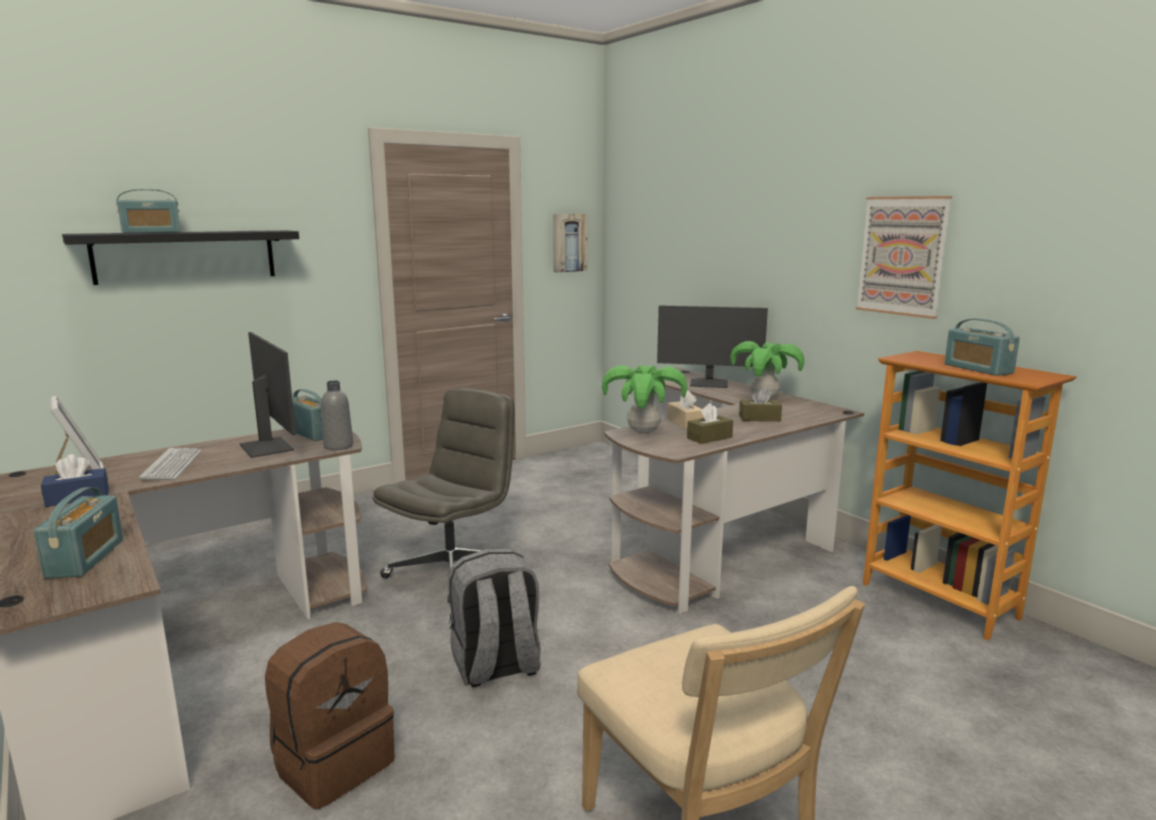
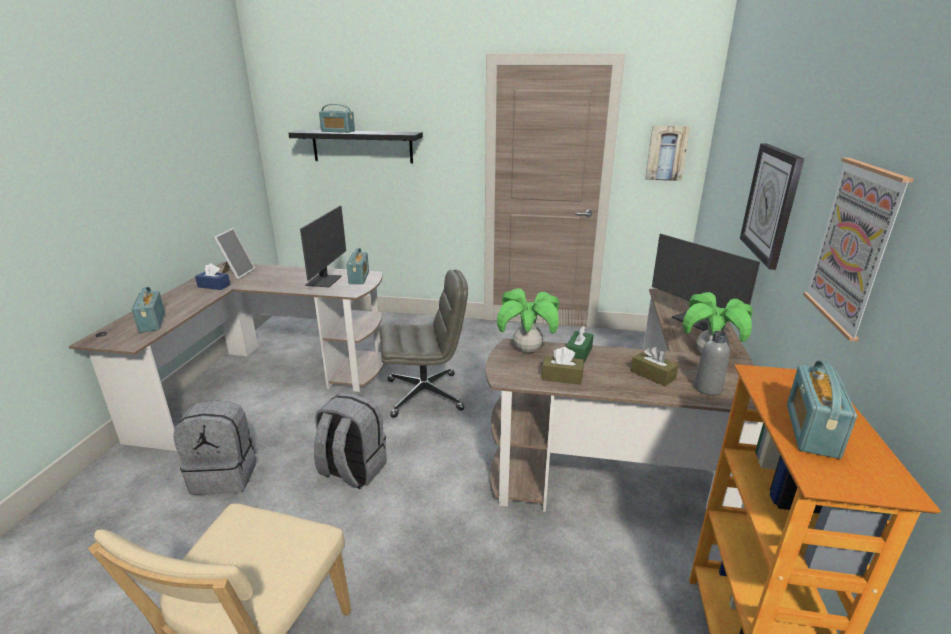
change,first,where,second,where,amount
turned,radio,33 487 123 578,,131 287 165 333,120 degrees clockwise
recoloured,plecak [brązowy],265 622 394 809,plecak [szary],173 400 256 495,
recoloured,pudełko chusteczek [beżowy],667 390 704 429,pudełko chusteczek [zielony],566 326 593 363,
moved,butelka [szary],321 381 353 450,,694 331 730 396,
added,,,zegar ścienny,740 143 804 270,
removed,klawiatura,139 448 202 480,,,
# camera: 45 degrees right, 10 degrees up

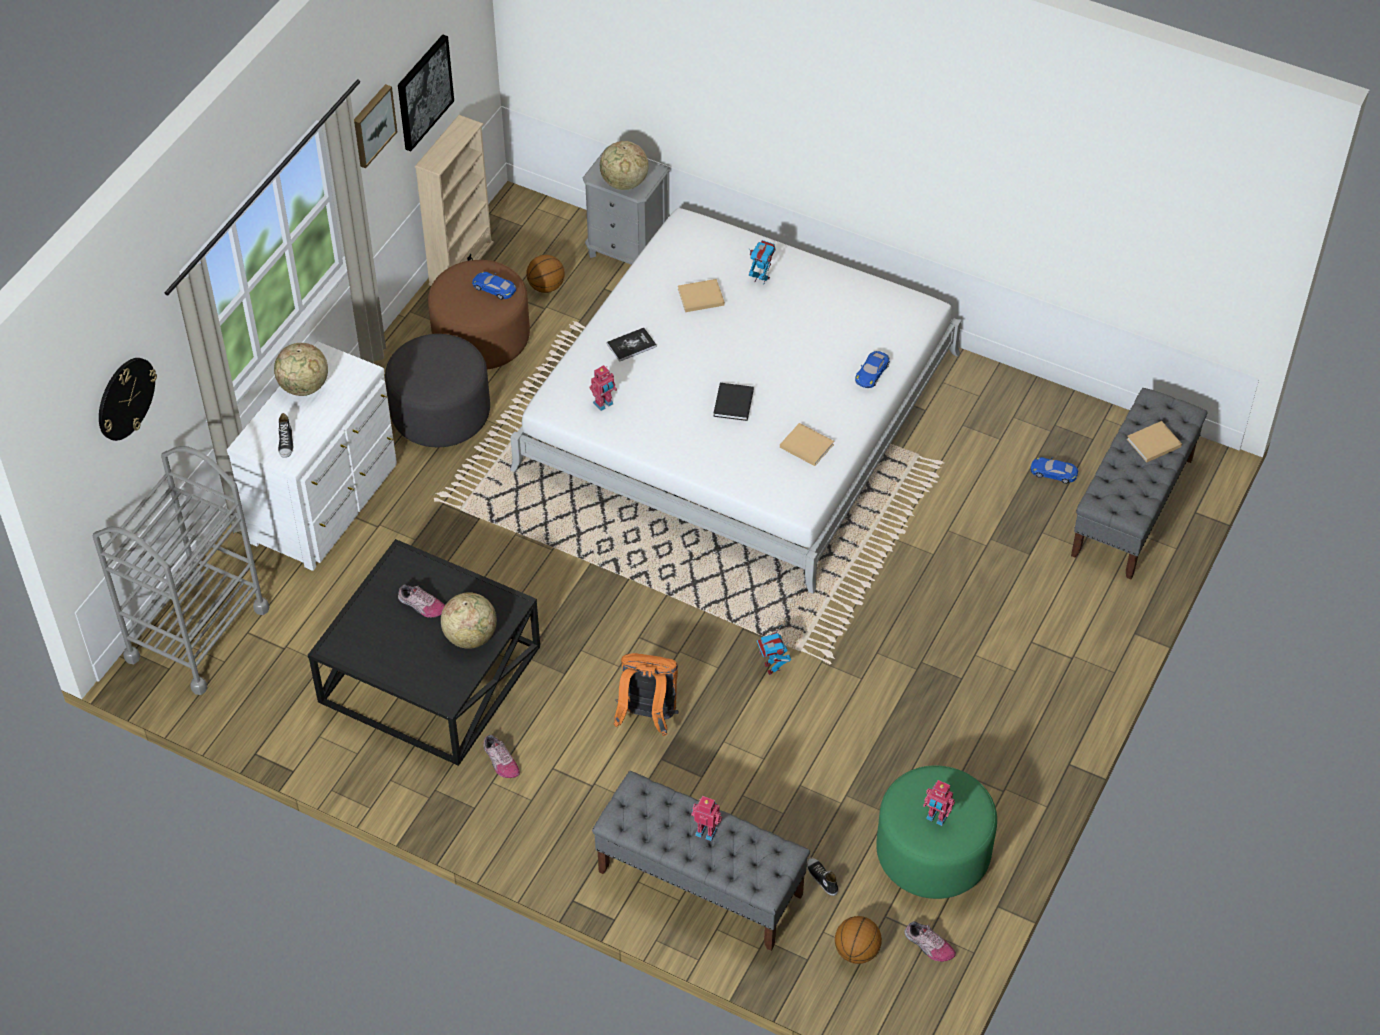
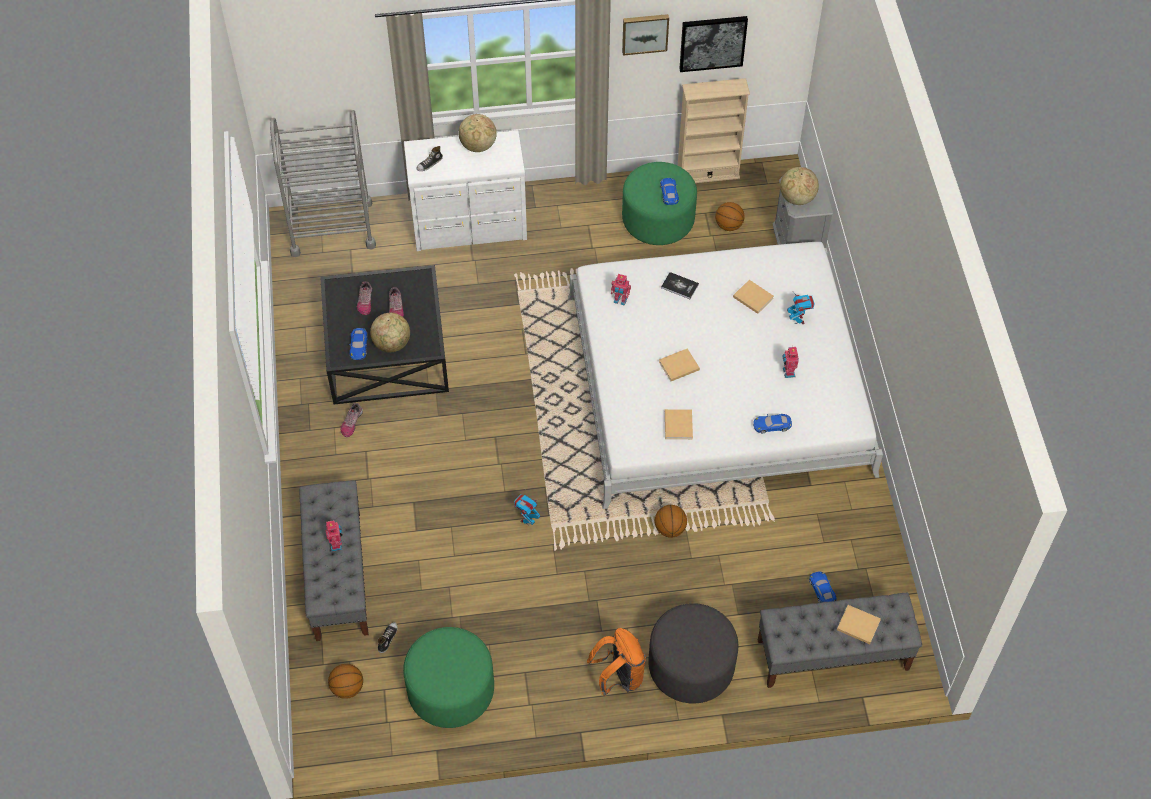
change,first,where,second,where,amount
added,,,samochodzik [niebieski],349 328 368 360,
moved,but,904 921 956 962,,357 281 372 315,
moved,plecak [pomarańczowy],614 653 679 736,,587 628 646 696,
recoloured,pufa [brązowy],428 260 530 370,pufa [zielony],622 162 697 245,
moved,pufa [szary],385 334 490 447,,648 603 738 703,
added,,,piłka do koszykówki,655 505 687 538,
recoloured,książka [czarny],713 383 754 421,książka [beżowy],659 348 700 381,
moved,robot zabawkowy,923 780 955 826,,782 347 799 378,
removed,zegar ścienny,99 358 157 441,,,
# camera: 55 degrees right, 5 degrees up

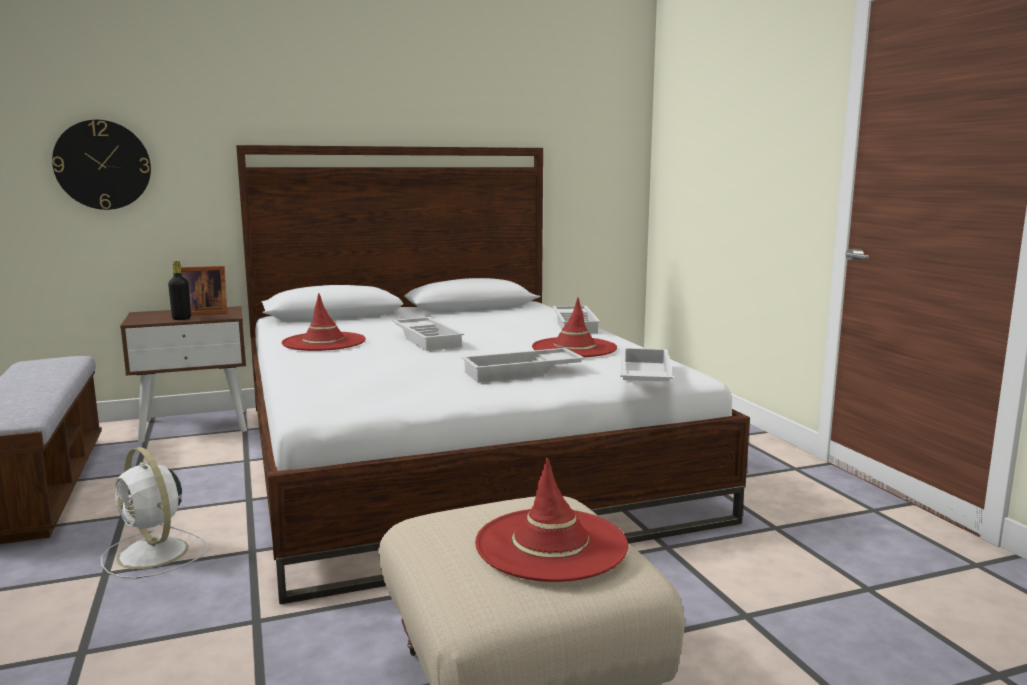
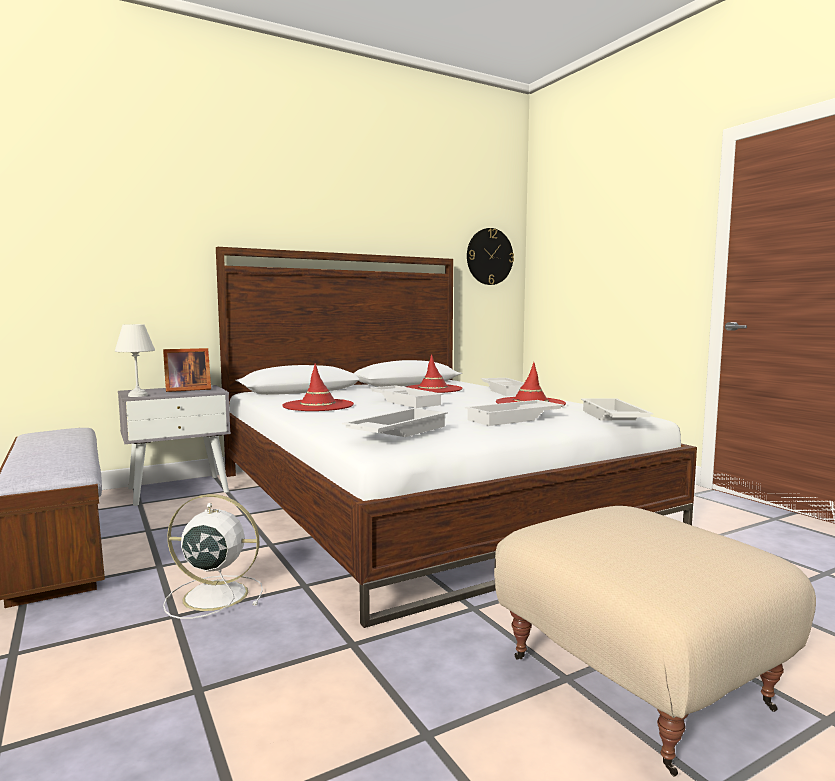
change,first,where,second,where,amount
added,,,lampa stołowa [biały],115 324 155 397,
recoloured,szafka nocna [brązowy],120 306 247 442,szafka nocna [szary],118 385 231 506,
turned,wentylator [biały],101 447 208 579,,163 494 263 619,150 degrees clockwise
added,,,taca [biały],342 408 448 437,
moved,kapelusz [czerwony],475 457 628 582,,406 354 462 393,
moved,zegar ścienny,52 120 151 210,,467 228 514 285,
removed,butelka [czarny],168 261 191 320,,,
# camera: 10 degrees left, 5 degrees down

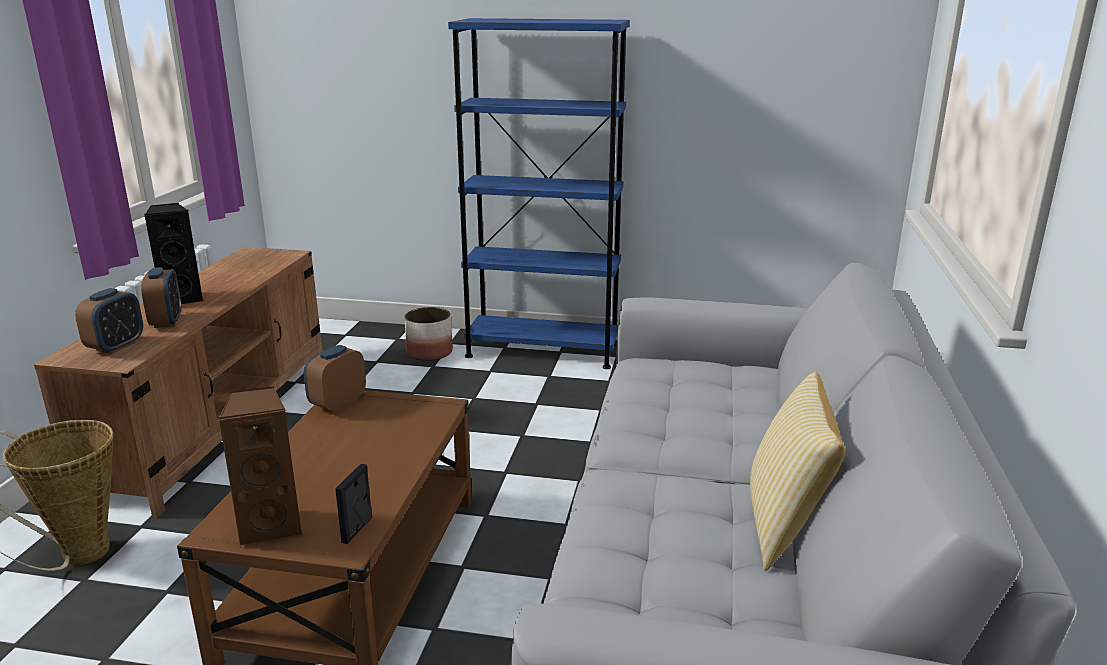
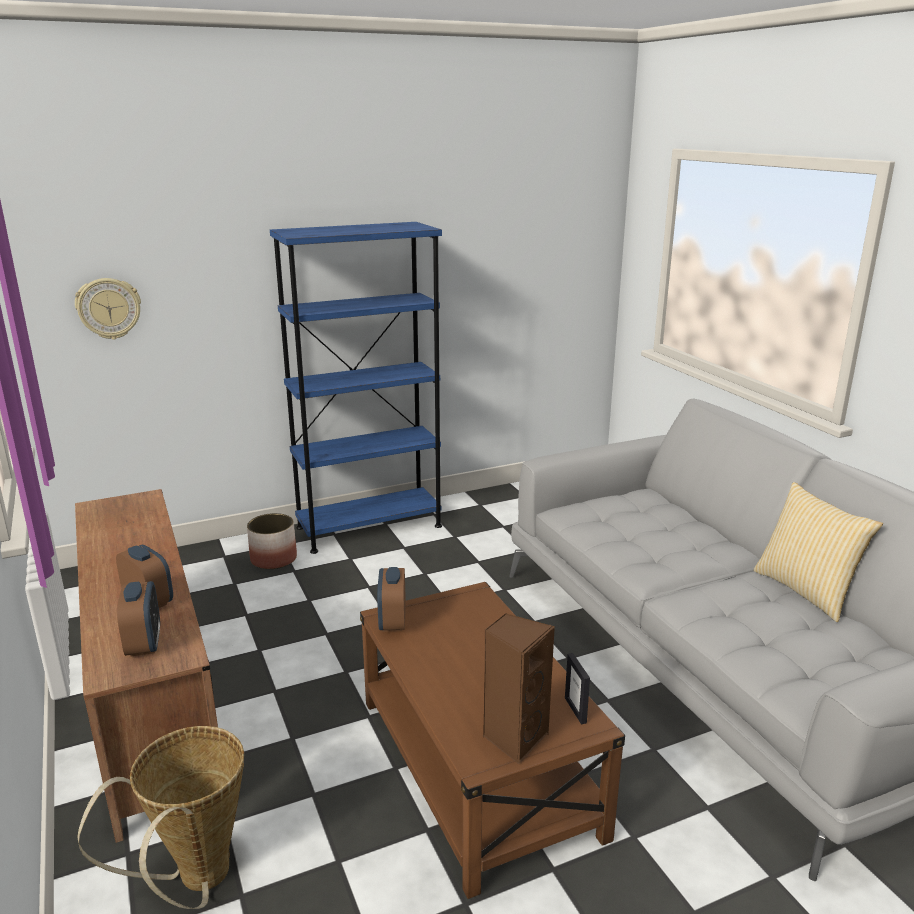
change,first,where,second,where,amount
added,,,zegar ścienny,75 278 141 340,
removed,głośnik [czarny],144 203 203 304,,,
# camera: 35 degrees left, 0 degrees up

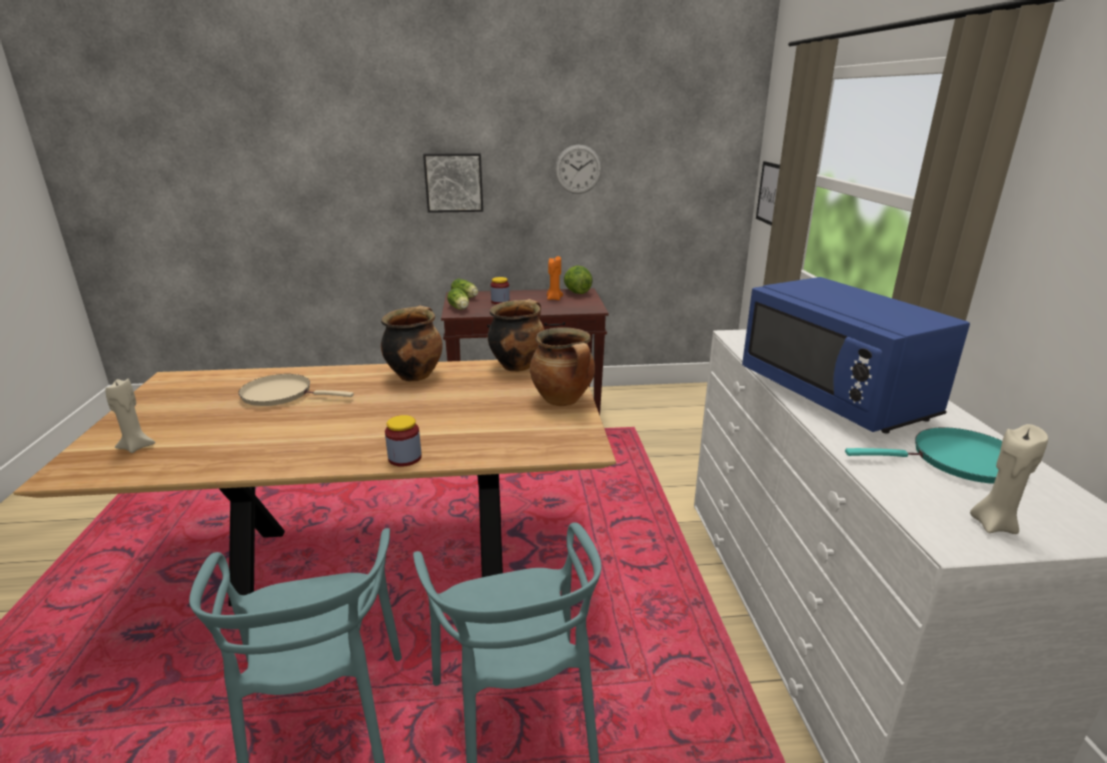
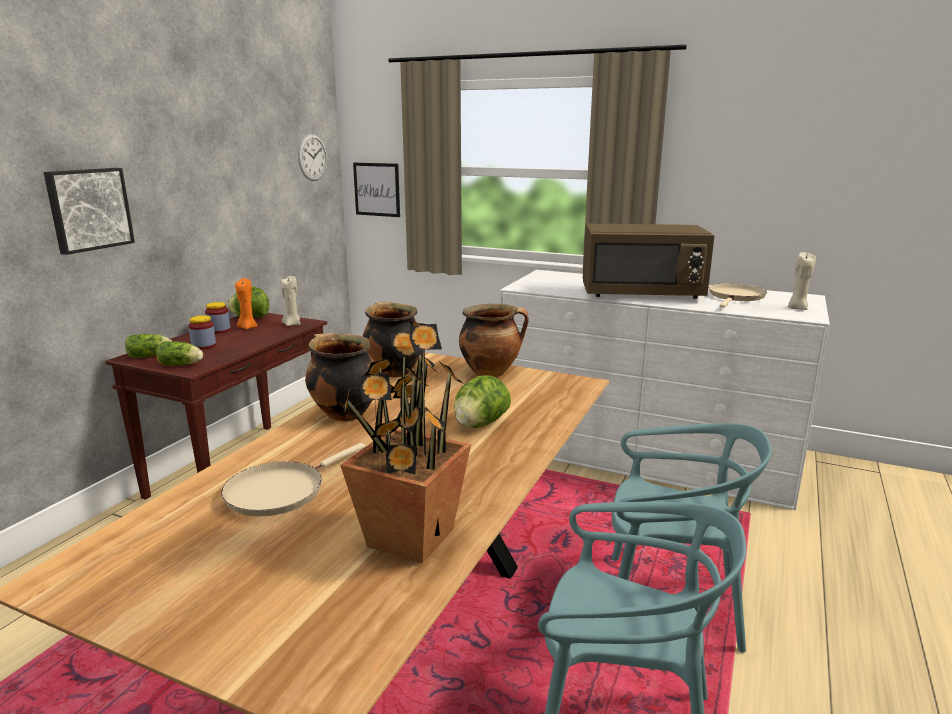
change,first,where,second,where,amount
moved,słoik,385 415 422 467,,205 302 230 334,
moved,świeca [beżowy],105 379 155 453,,281 276 300 326,
moved,zegar ścienny,555 145 602 194,,298 134 327 181,
added,,,roślina doniczkowa,340 320 471 564,
added,,,sałata,454 375 511 428,
recoloured,mikrofalówka [niebieski],742 277 970 434,mikrofalówka [brązowy],583 224 714 299,
recoloured,patelnia [turkusowy],845 427 1002 484,patelnia [beżowy],709 283 767 308,
# camera: 60 degrees left, 5 degrees down

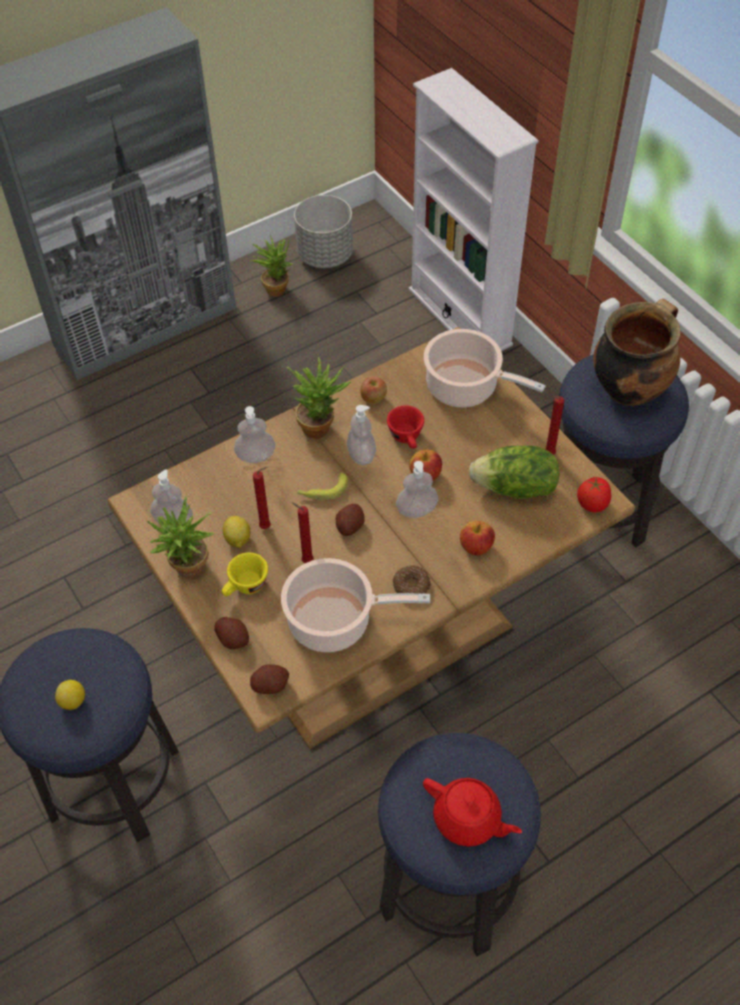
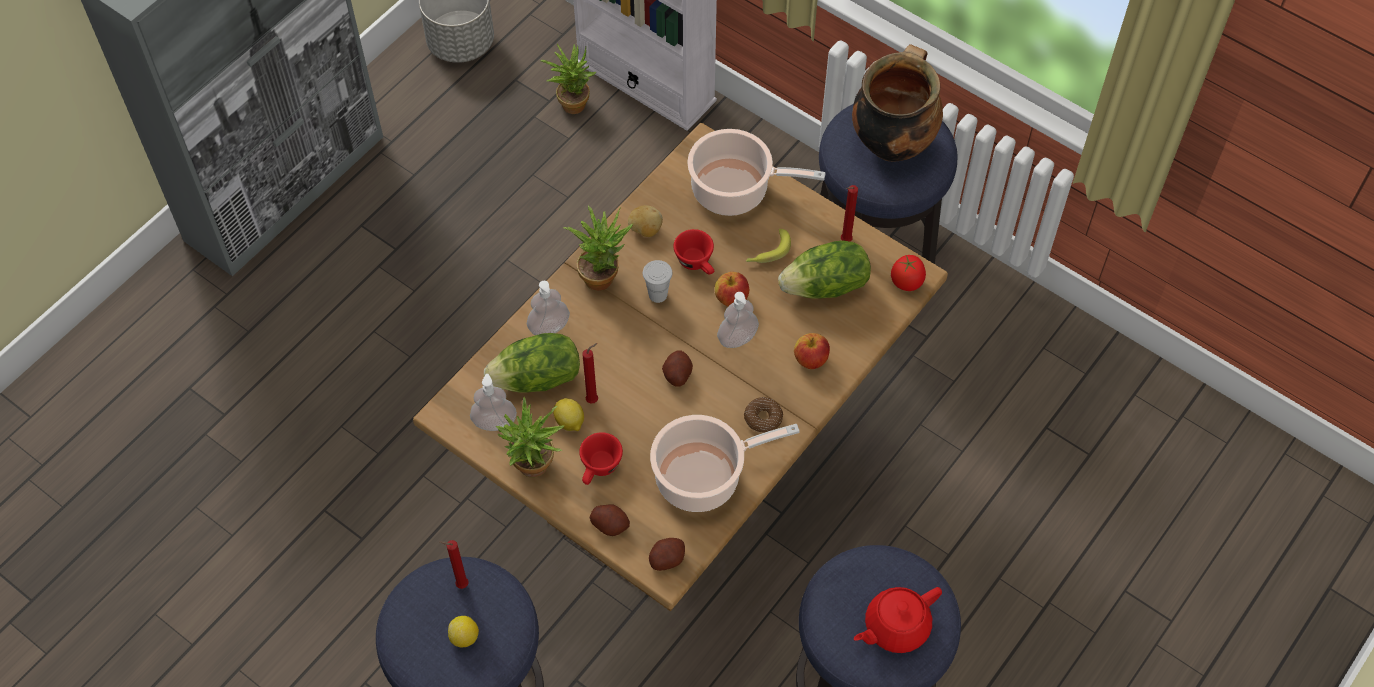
change,first,where,second,where,amount
moved,świeca [czerwony],292 502 314 563,,439 540 469 589,
added,,,sałata,484 333 580 393,
moved,roślina doniczkowa,251 235 293 297,,540 44 597 114,
recoloured,filiżanka [żółty],222 553 268 596,filiżanka [czerwony],579 432 623 485,
replaced,jabłko,360 377 387 404,ziemniak,628 205 663 237,
replaced,dozownik mydła,347 405 376 465,filiżanka [biały],643 260 672 303,
moved,banan,296 473 348 500,,746 229 791 263,
turned,imbryk [czerwony],423 778 522 847,,854 587 942 653,135 degrees clockwise
# camera: 20 degrees left, 5 degrees up

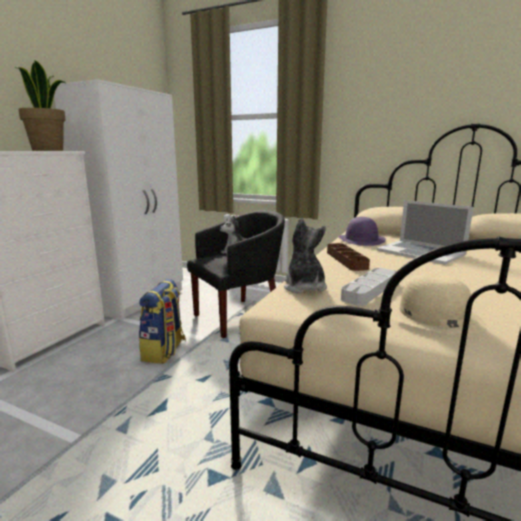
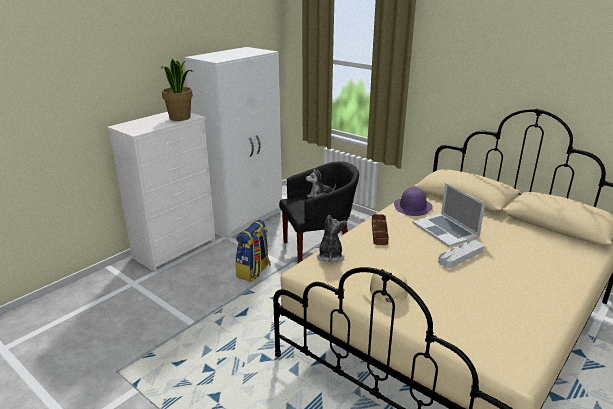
change,first,where,second,where,amount
moved,taca [szary],341 268 397 306,,438 240 484 268,
# camera: 15 degrees right, 10 degrees up

